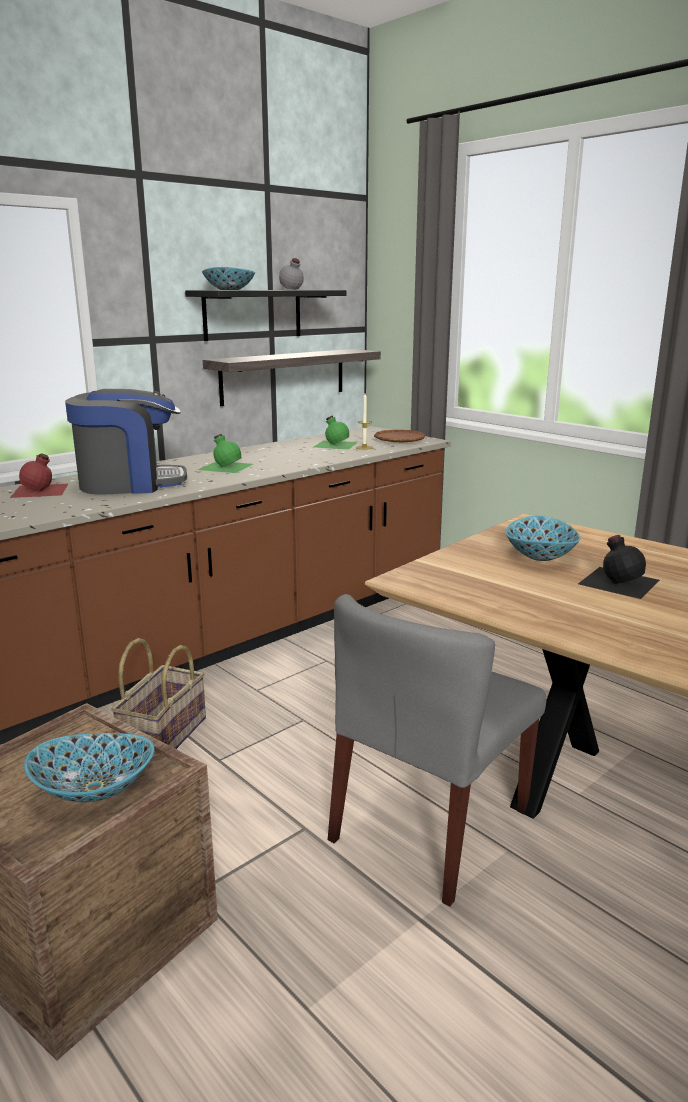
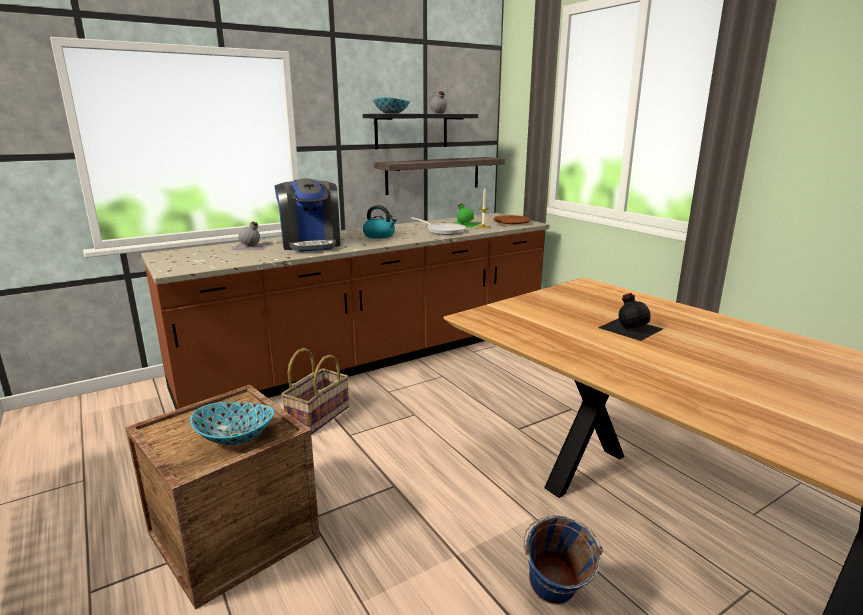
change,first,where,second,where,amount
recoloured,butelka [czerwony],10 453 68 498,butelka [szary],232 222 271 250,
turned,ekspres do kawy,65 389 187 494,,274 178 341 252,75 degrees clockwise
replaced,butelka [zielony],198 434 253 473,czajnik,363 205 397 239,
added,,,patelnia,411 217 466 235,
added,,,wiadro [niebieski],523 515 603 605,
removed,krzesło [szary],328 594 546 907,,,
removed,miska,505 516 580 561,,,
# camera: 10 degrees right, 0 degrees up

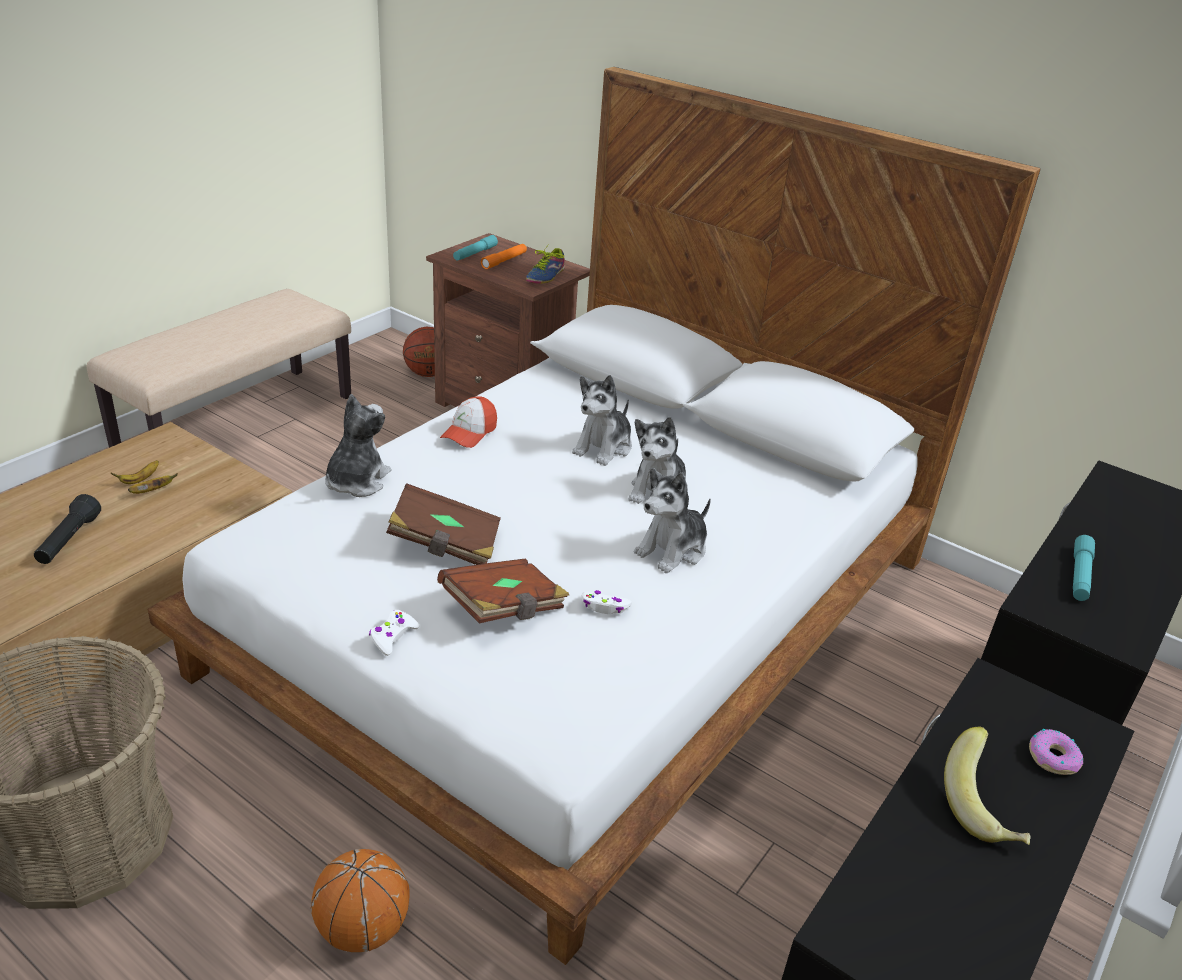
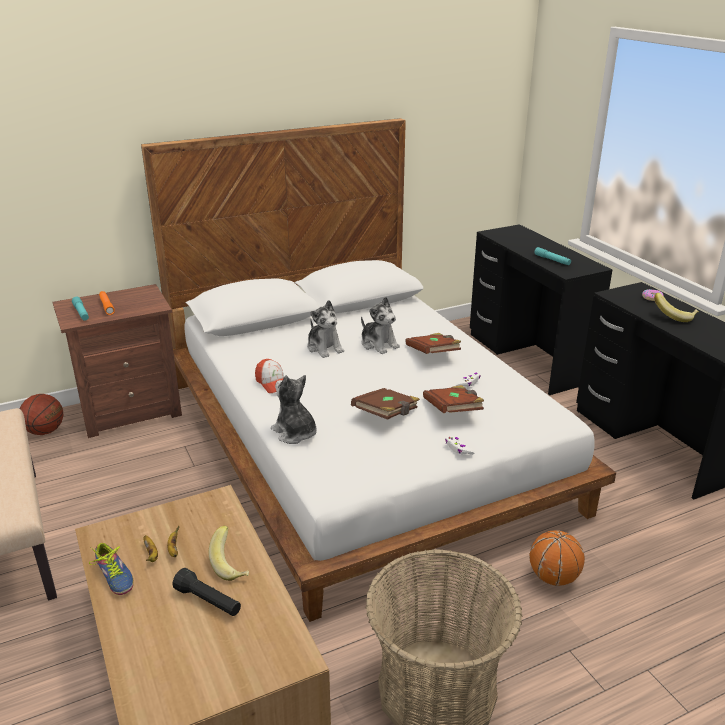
change,first,where,second,where,amount
moved,but,526 244 565 284,,89 543 134 595,
added,,,banan,209 525 249 581,
replaced,pluszak,634 468 711 573,książka [brązowy],405 333 461 354,
# camera: 60 degrees left, 5 degrees down

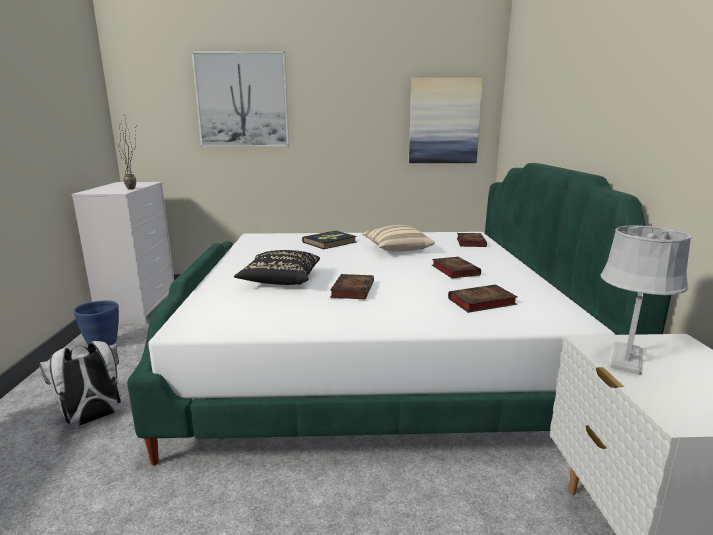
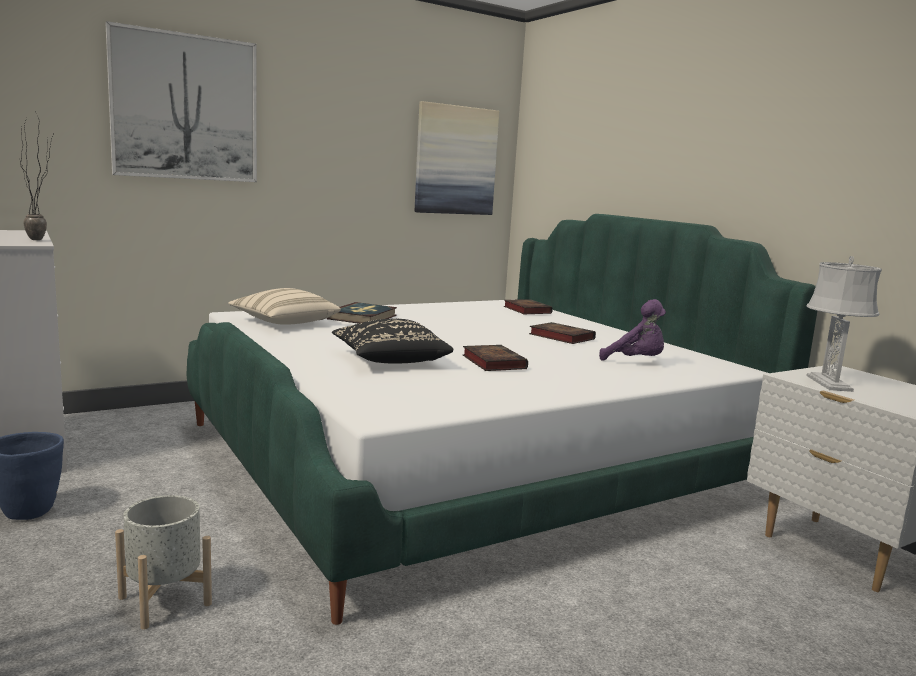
change,first,where,second,where,amount
replaced,plecak [biały],40 341 122 426,donica [szary],115 495 212 630,
moved,poduszka [beżowy],362 225 435 252,,228 288 341 325,
replaced,książka,448 284 517 313,pluszak [fioletowy],599 299 666 361,
# camera: 30 degrees left, 5 degrees down

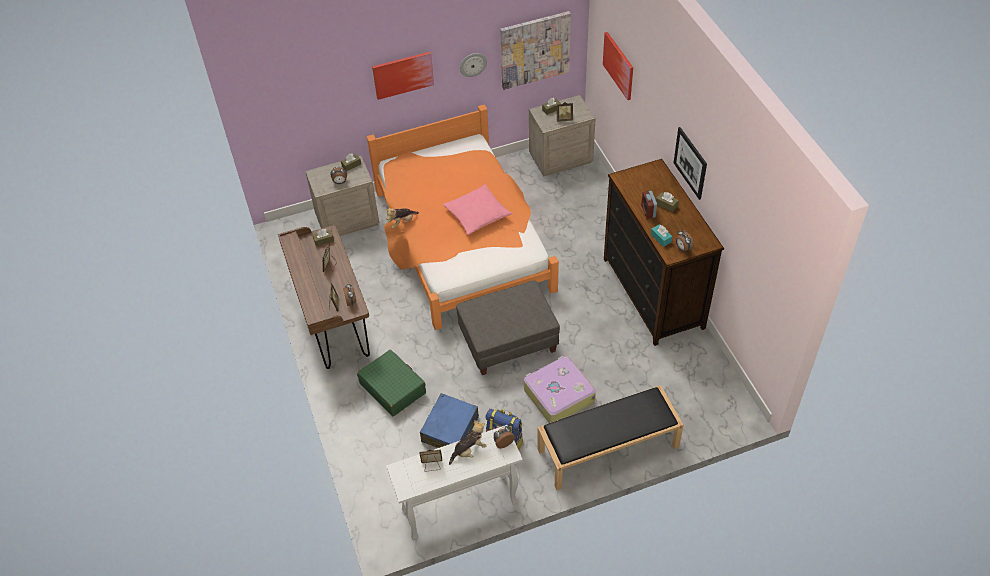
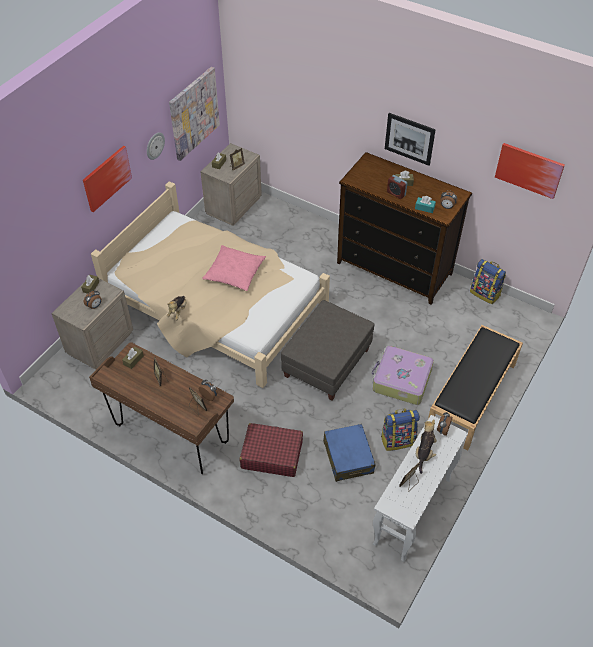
change,first,where,second,where,amount
recoloured,łóżko [pomarańczowy],367 104 559 330,łóżko [beżowy],91 181 330 388,
recoloured,walizka [zielony],357 350 426 416,walizka [czerwony],240 423 303 477,
added,,,plecak,470 259 506 304,
moved,obraz,603 32 633 100,,495 143 565 199,
# camera: 40 degrees left, 0 degrees up

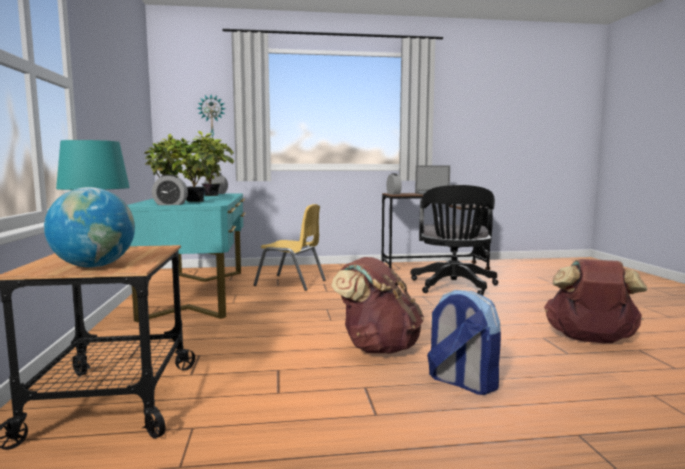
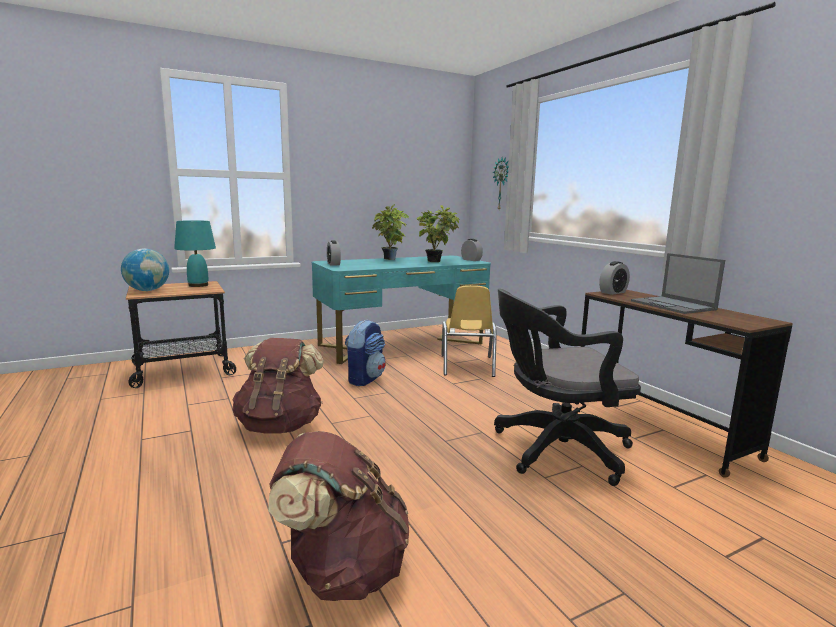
change,first,where,second,where,amount
moved,plecak,427 290 501 395,,345 320 386 386,
removed,roślina doniczkowa,168 131 224 202,,,
# camera: 70 degrees right, 5 degrees up

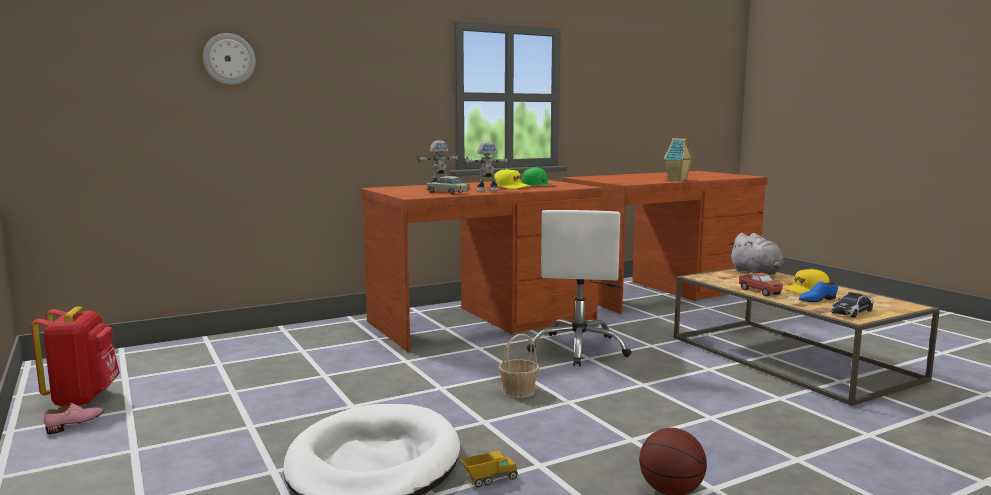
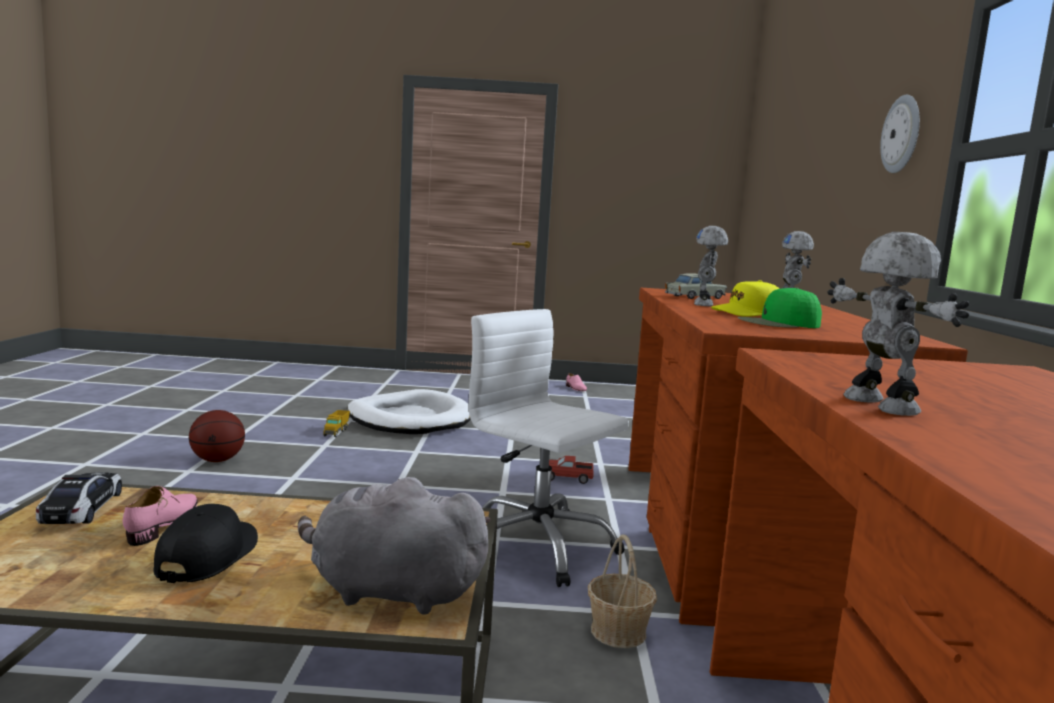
change,first,where,second,where,amount
recoloured,but [niebieski],799 281 838 302,but [różowy],123 486 198 546,
recoloured,czapka z daszkiem [żółty],783 269 830 294,czapka z daszkiem [czarny],153 504 258 583,
moved,ciężarówka zabawkowa,739 273 783 296,,549 456 593 484,
moved,koszyk,498 334 539 398,,588 534 657 648,
replaced,domek,664 138 693 181,robot zabawkowy,827 232 969 416,
moved,zegar ścienny,203 33 256 85,,880 95 920 173,
removed,plecak [czerwony],31 306 120 406,,,
# camera: 120 degrees right, 0 degrees up

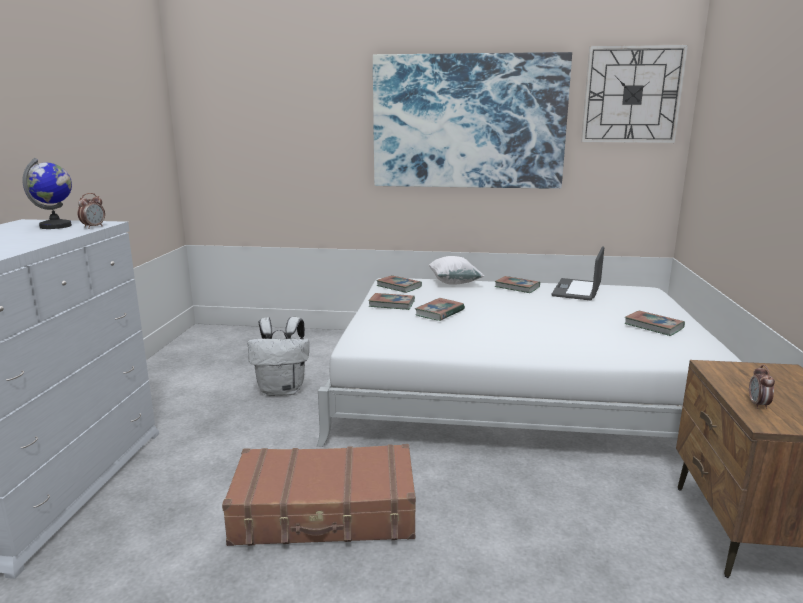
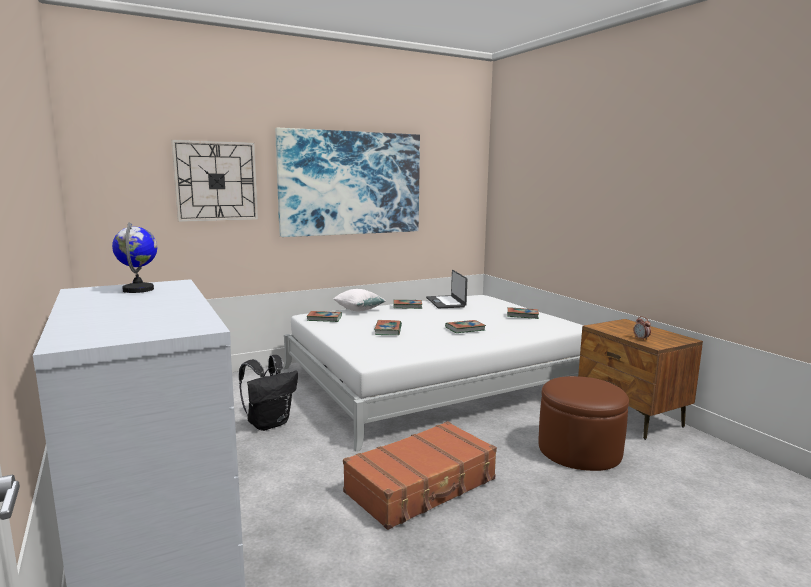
change,first,where,second,where,amount
moved,zegar ścienny,581 45 688 143,,171 140 258 222,
recoloured,plecak [biały],248 317 309 396,plecak [czarny],239 355 298 431,
moved,książka,369 293 415 310,,445 320 486 333,
added,,,pufa [brązowy],538 376 629 471,
removed,budzik,77 193 105 229,,,
# camera: 35 degrees left, 5 degrees down

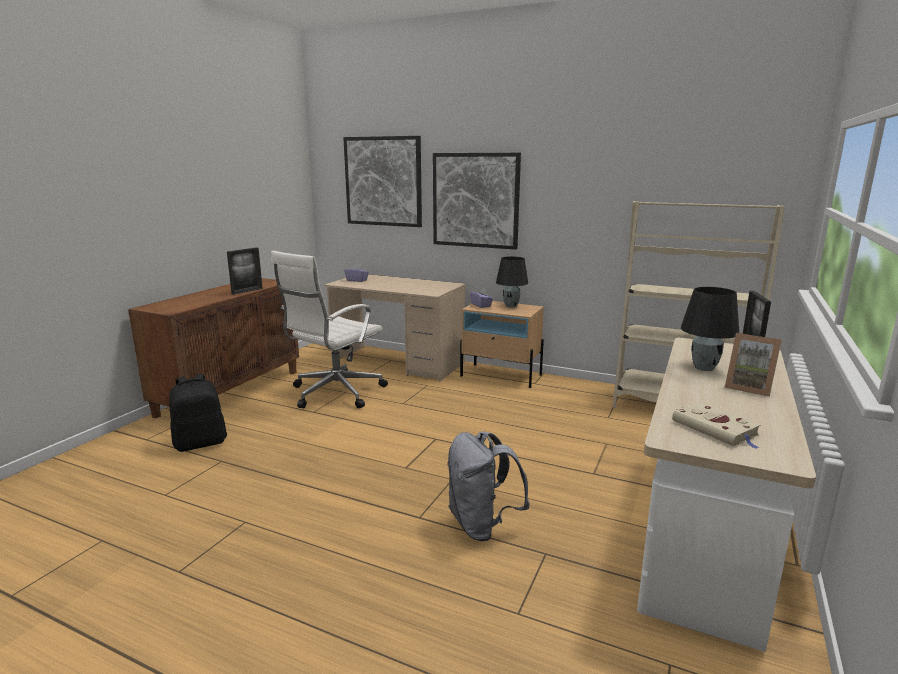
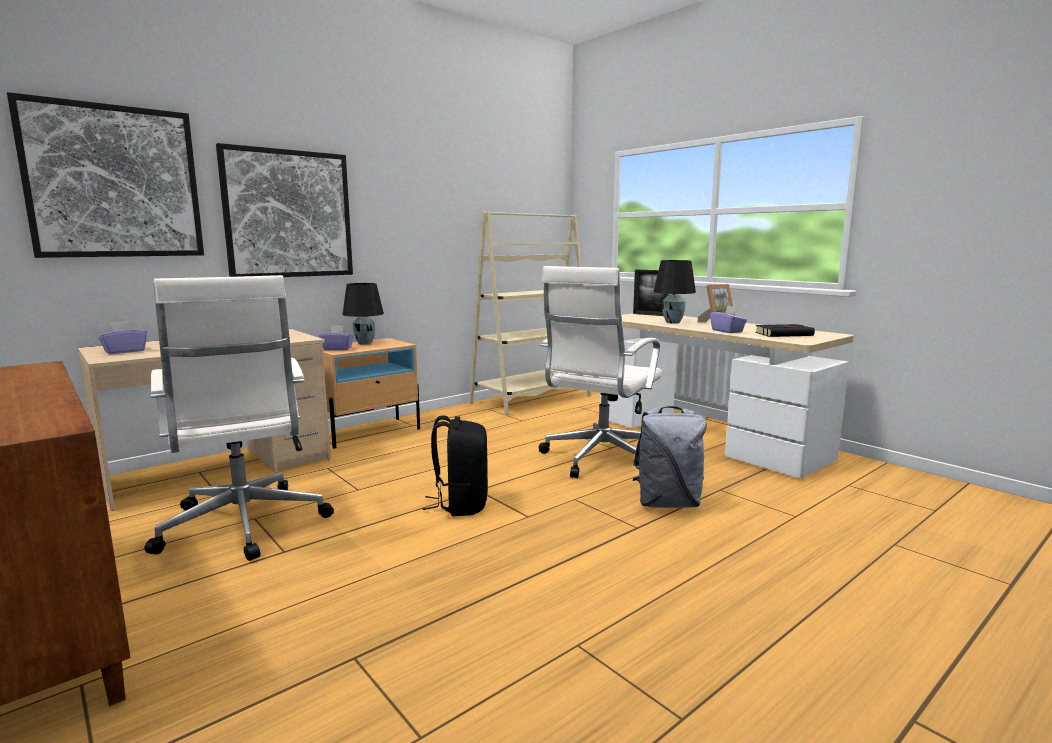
change,first,where,second,where,amount
moved,plecak [czarny],169 374 227 452,,423 415 488 516,
added,,,krzesło biurowe [biały],538 266 663 478,
added,,,pudełko chusteczek [fioletowy],710 305 747 333,
recoloured,książka [beżowy],672 402 761 449,książka [czarny],755 324 815 337,
removed,ramka na zdjęcie,227 247 263 295,,,
# camera: 65 degrees left, 5 degrees down

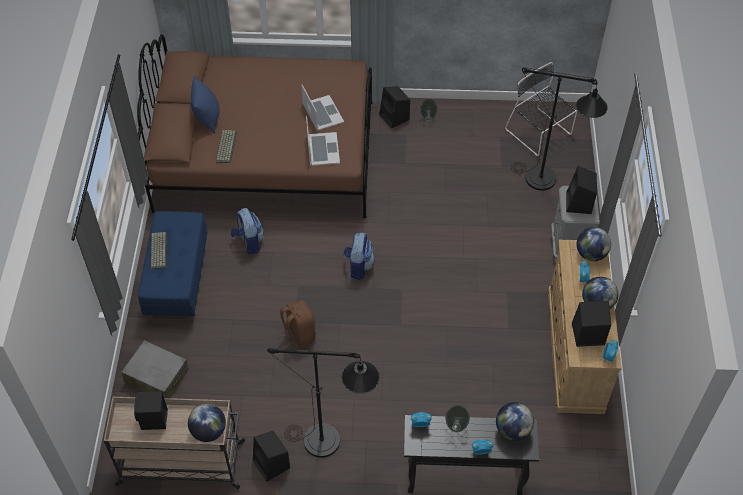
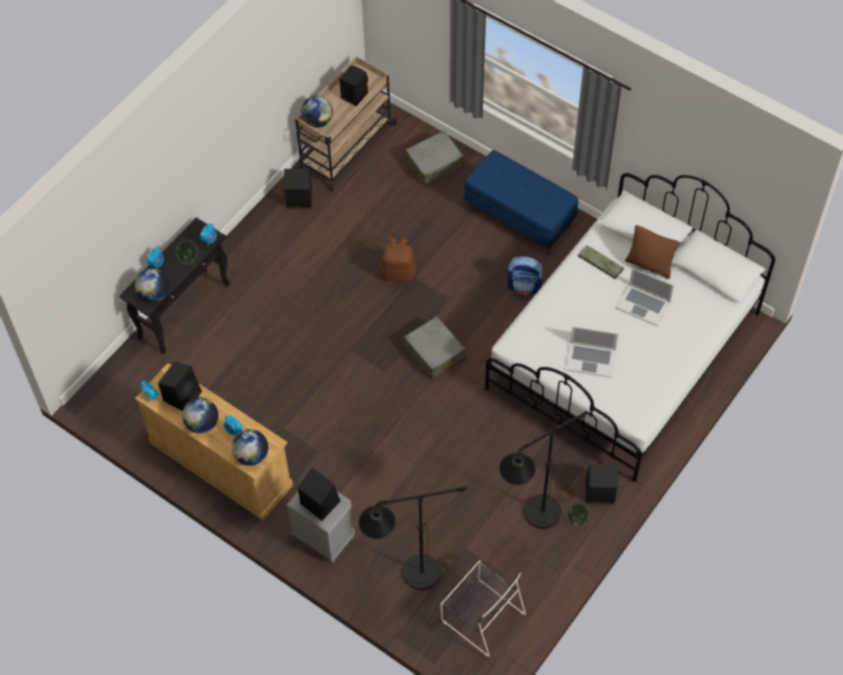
change,first,where,second,where,amount
replaced,plecak,344 232 375 280,walizka [szary],404 316 466 380,
turned,krzesło [czarny],505 62 577 156,,440 560 526 657,45 degrees clockwise
recoloured,łóżko [brązowy],137 34 372 219,łóżko [biały],485 173 775 482,
moved,lampa stojąca [czarny],267 348 379 458,,499 411 588 529,
moved,laptop,306 116 340 166,,616 268 674 326,
recoloured,poduszka [niebieski],191 75 220 133,poduszka [brązowy],625 225 680 279,
removed,klawiatura,151 232 167 269,,,
# camera: 125 degrees right, 5 degrees up

